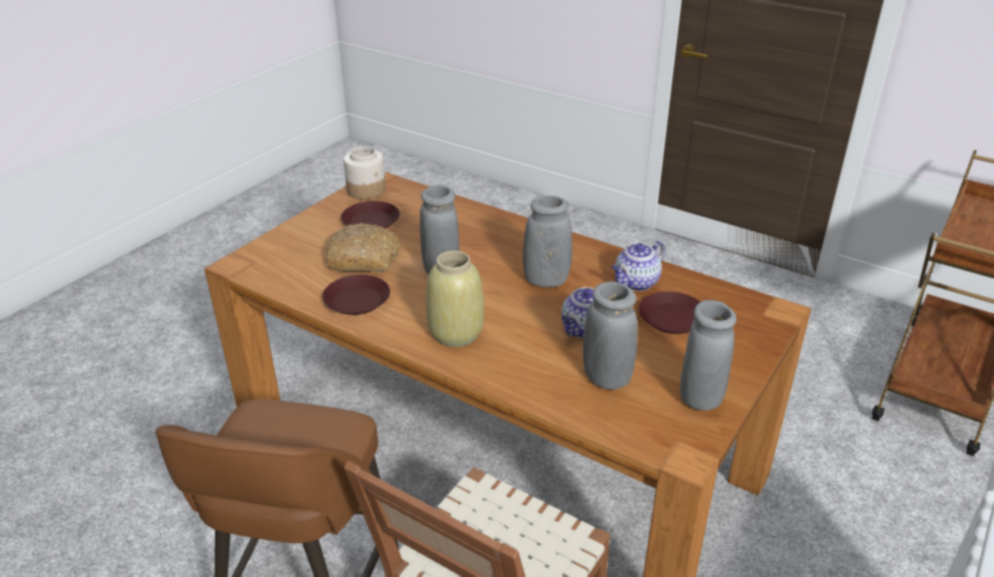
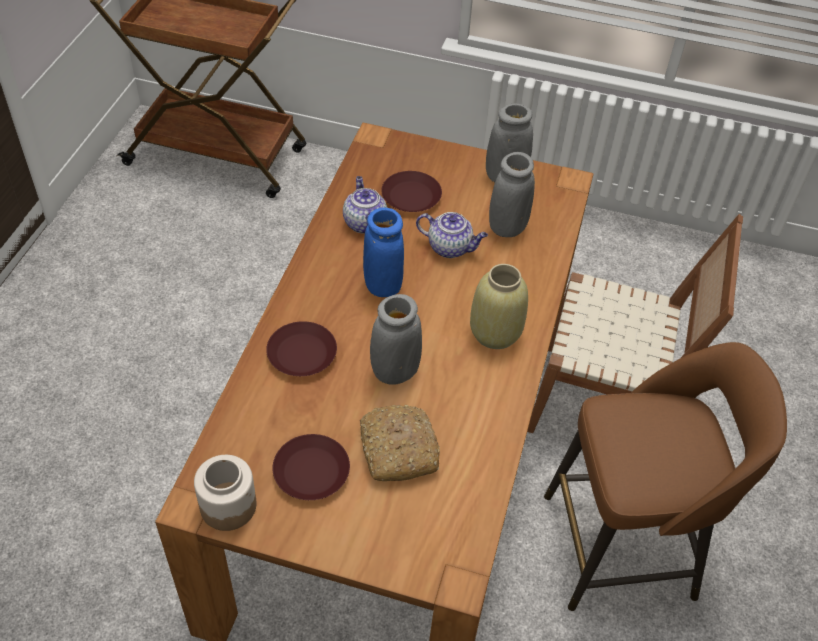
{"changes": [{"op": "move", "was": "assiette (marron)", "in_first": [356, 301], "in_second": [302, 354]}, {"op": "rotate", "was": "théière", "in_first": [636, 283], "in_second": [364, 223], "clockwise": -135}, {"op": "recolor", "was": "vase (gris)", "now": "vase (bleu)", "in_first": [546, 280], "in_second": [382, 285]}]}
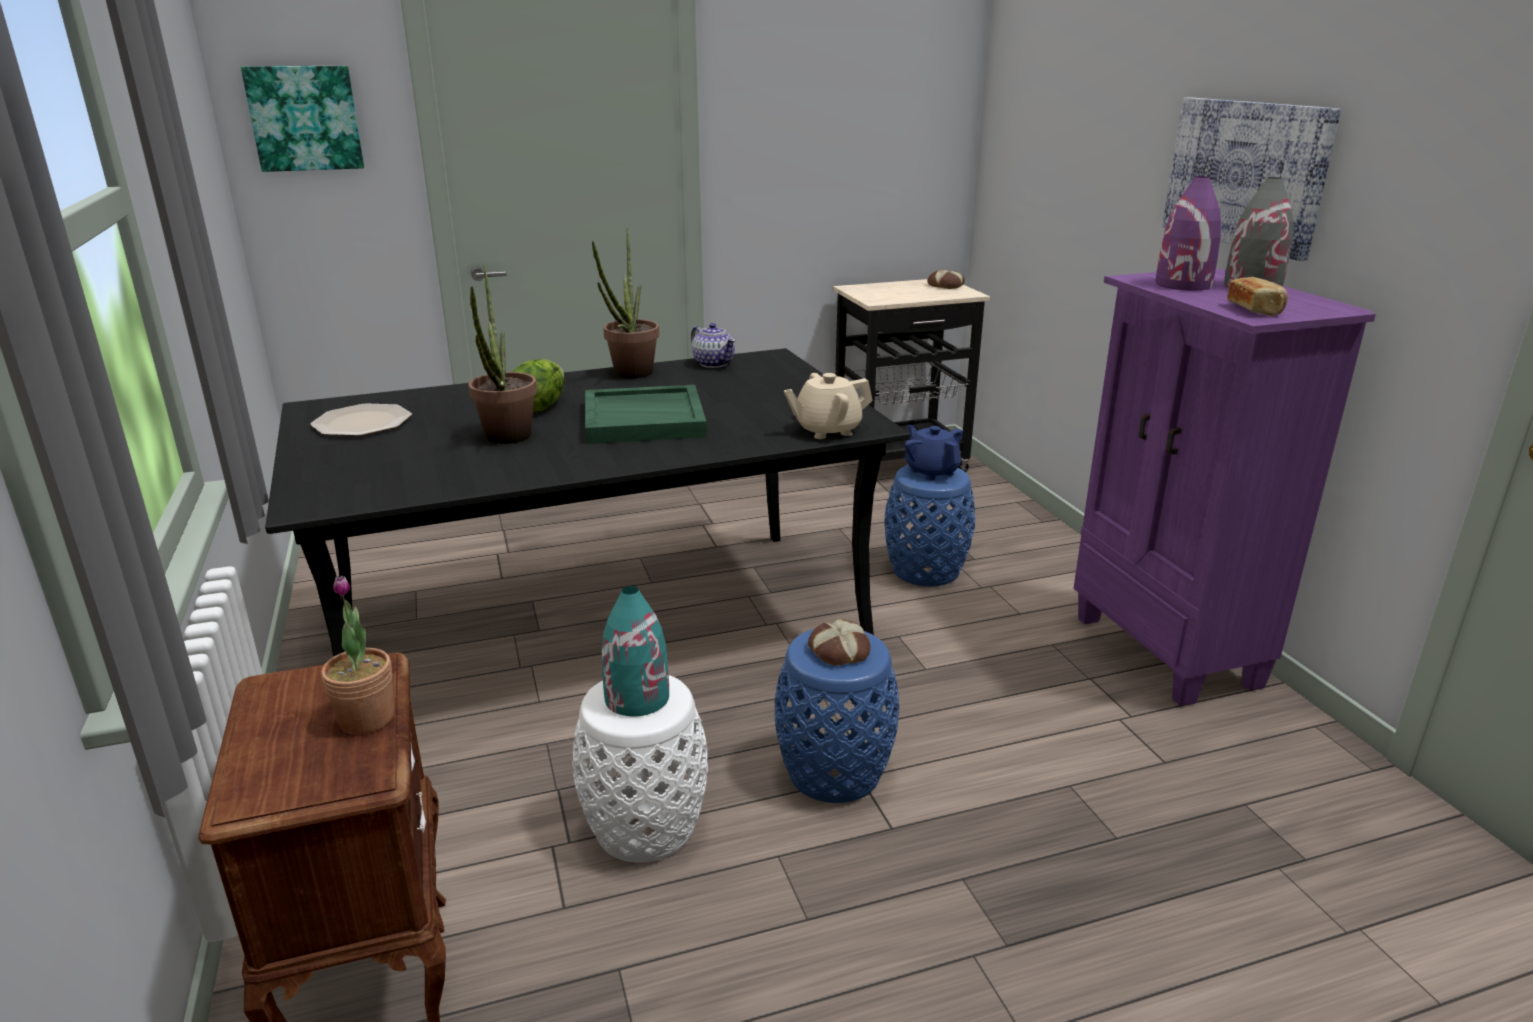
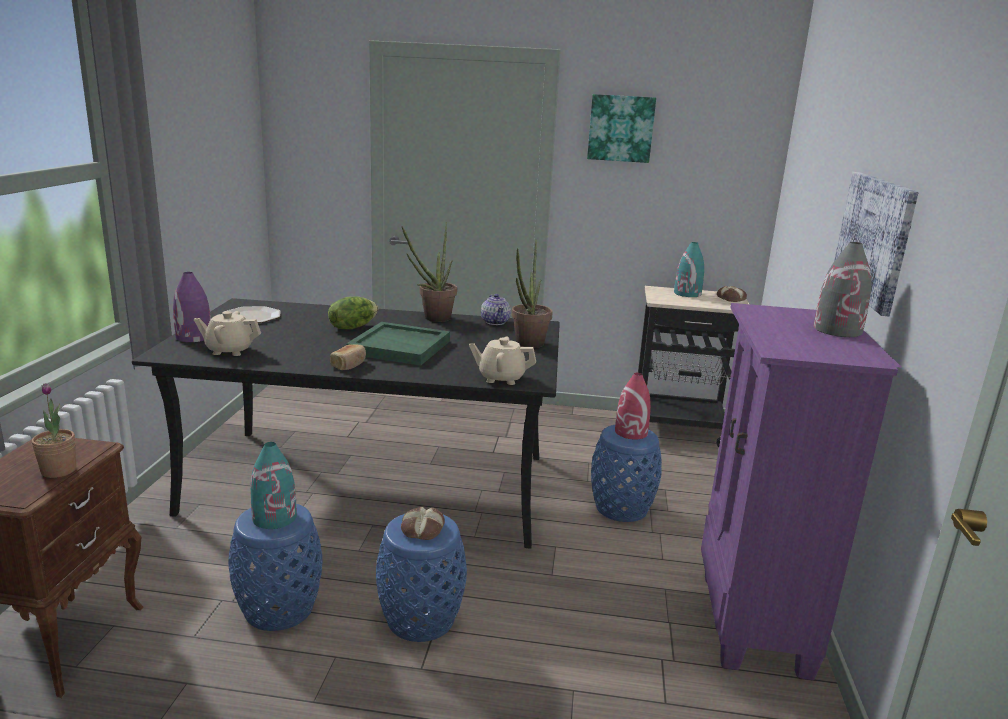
{"changes": [{"op": "move", "was": "vase (violet)", "in_first": [1183, 284], "in_second": [194, 337]}, {"op": "insert", "now": "théière (beige)", "in_second": [229, 350]}, {"op": "recolor", "was": "tabouret (blanc)", "now": "tabouret (bleu)", "in_first": [644, 827], "in_second": [279, 609]}, {"op": "move", "was": "pain", "in_first": [1255, 309], "in_second": [349, 364]}, {"op": "move", "was": "plante en pot", "in_first": [506, 440], "in_second": [527, 345]}, {"op": "move", "was": "tableau", "in_first": [305, 118], "in_second": [621, 128]}, {"op": "replace", "was": "théière (bleu)", "now": "vase (rouge)", "in_first": [931, 471], "in_second": [631, 432]}, {"op": "insert", "now": "vase (turquoise)", "in_second": [687, 294]}]}
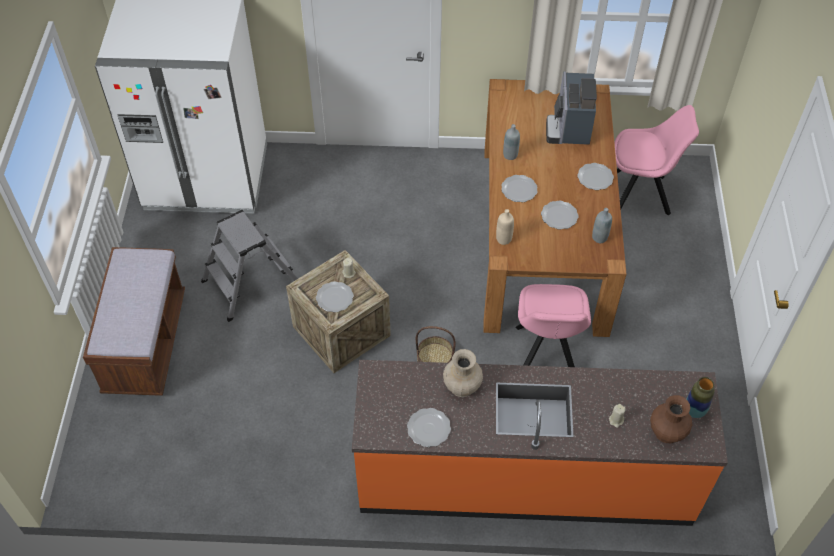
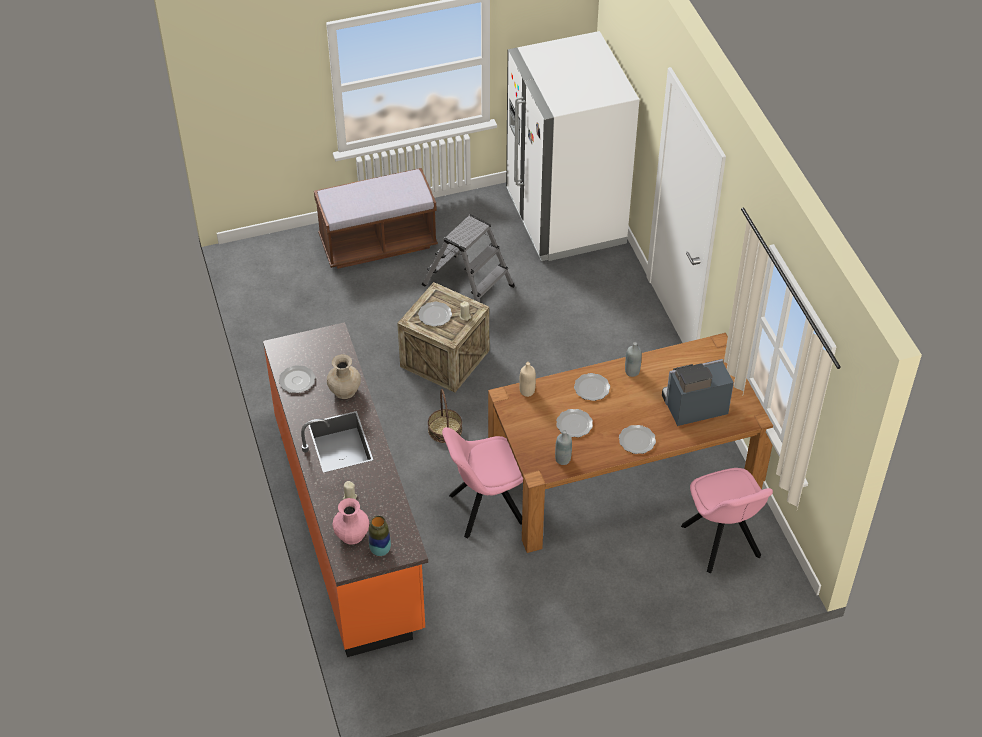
{"changes": [{"op": "recolor", "was": "vase (marron)", "now": "vase (rose)", "in_first": [666, 431], "in_second": [352, 534]}]}
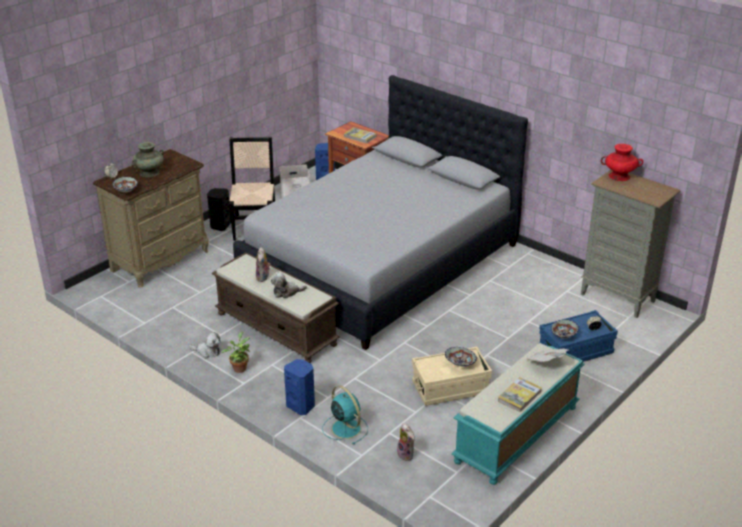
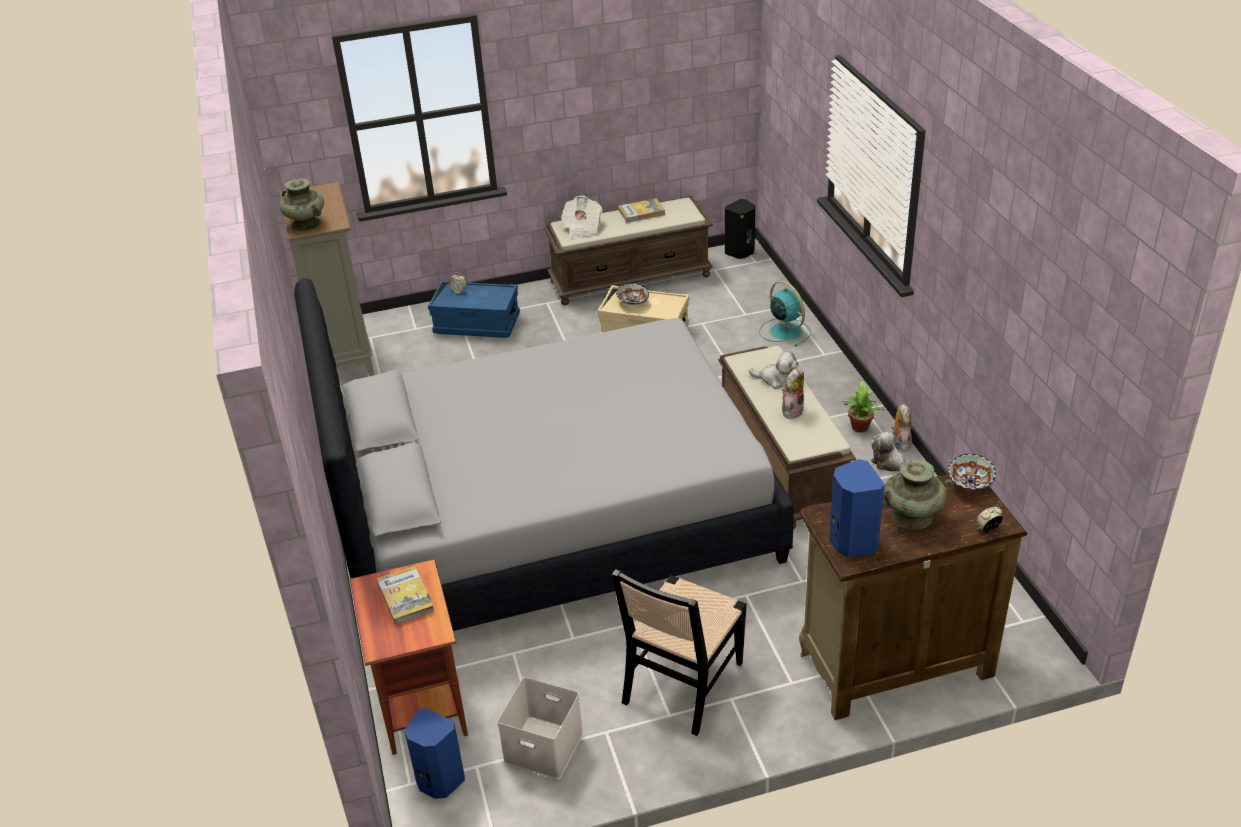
{"changes": [{"op": "recolor", "was": "vase (rouge)", "now": "vase (turquoise)", "in_first": [619, 176], "in_second": [305, 224]}, {"op": "recolor", "was": "banc (turquoise)", "now": "banc (marron)", "in_first": [517, 435], "in_second": [630, 278]}, {"op": "move", "was": "enceinte (noir)", "in_first": [220, 226], "in_second": [740, 252]}, {"op": "rotate", "was": "ventilateur (turquoise)", "in_first": [345, 428], "in_second": [784, 331], "clockwise": 150}, {"op": "move", "was": "enceinte (bleu)", "in_first": [301, 406], "in_second": [851, 542]}, {"op": "move", "was": "peluche", "in_first": [406, 454], "in_second": [899, 443]}, {"op": "delete", "was": "bol", "in_first": [564, 335]}]}
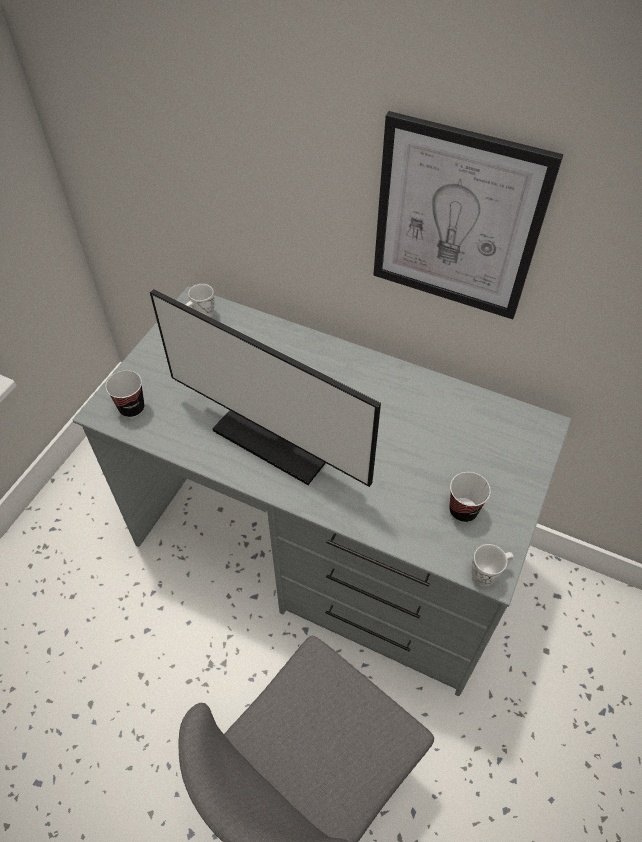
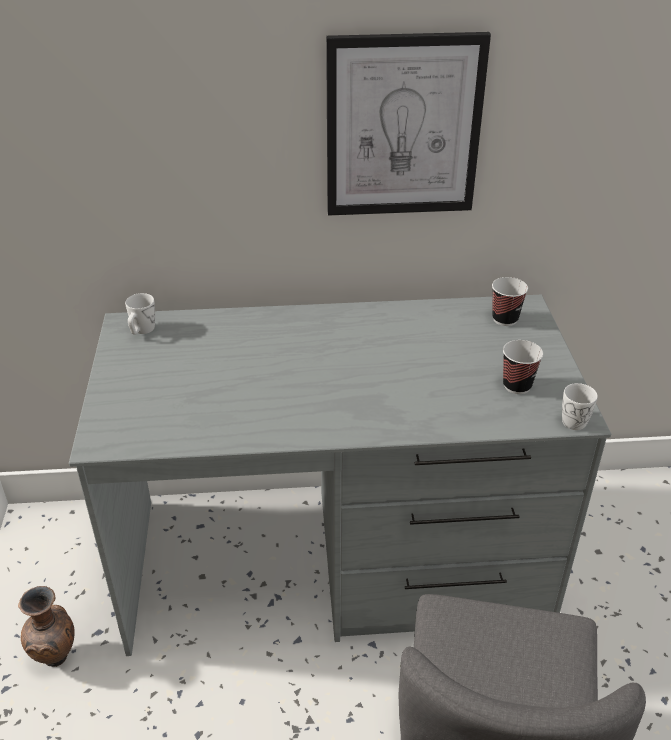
{"changes": [{"op": "insert", "now": "vase (marron)", "in_second": [57, 658]}, {"op": "move", "was": "tasse", "in_first": [132, 408], "in_second": [505, 319]}, {"op": "delete", "was": "écran d'ordinateur", "in_first": [275, 439]}]}
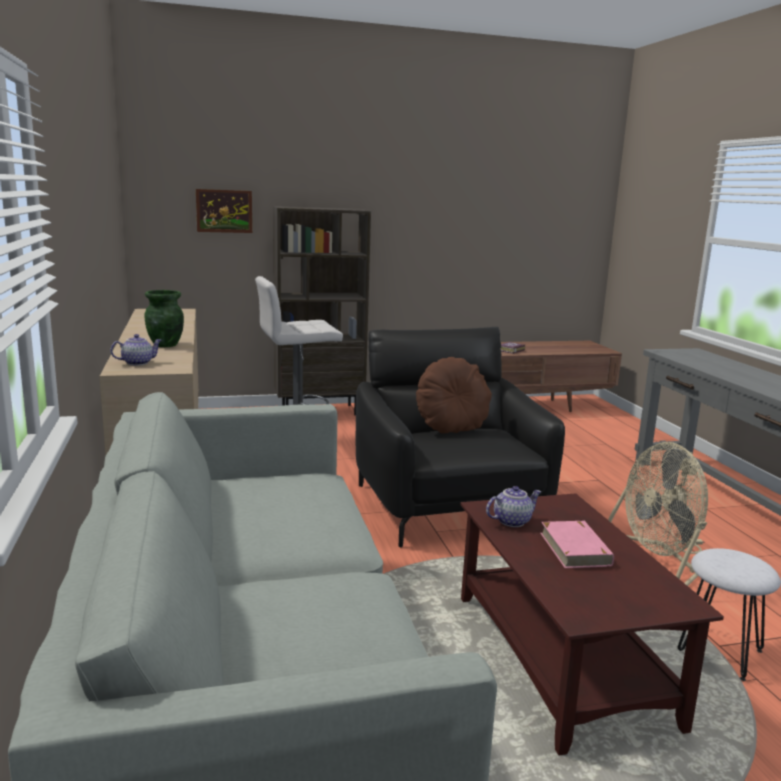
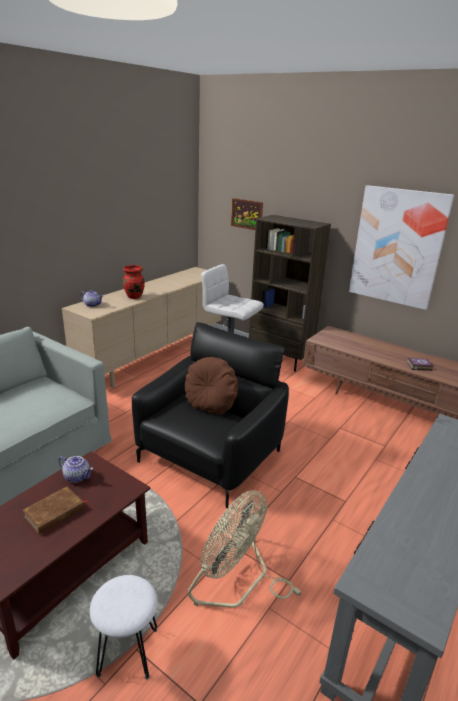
{"changes": [{"op": "recolor", "was": "livre (rose)", "now": "livre (marron)", "in_first": [575, 549], "in_second": [55, 512]}, {"op": "recolor", "was": "vase (vert)", "now": "vase (rouge)", "in_first": [166, 345], "in_second": [134, 297]}, {"op": "insert", "now": "tableau", "in_second": [397, 247]}]}
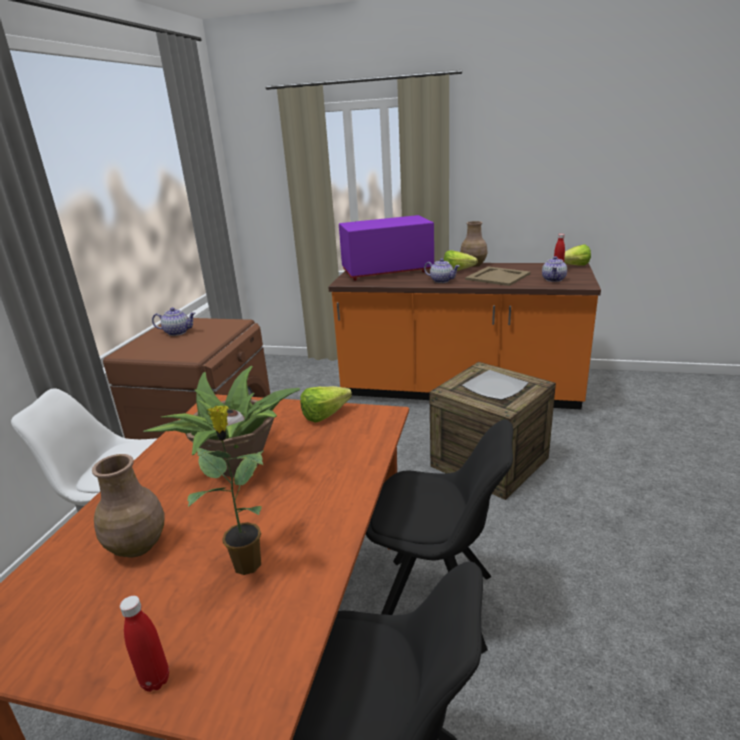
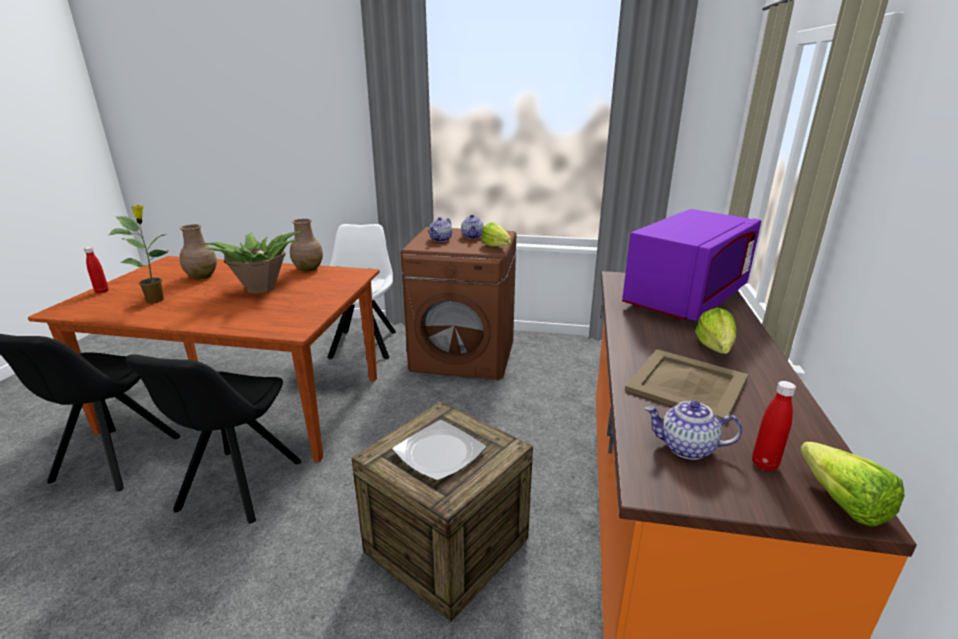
{"changes": [{"op": "move", "was": "vase (marron)", "in_first": [473, 265], "in_second": [308, 268]}, {"op": "move", "was": "théière", "in_first": [442, 280], "in_second": [441, 239]}, {"op": "move", "was": "laitue", "in_first": [329, 414], "in_second": [497, 248]}, {"op": "rotate", "was": "micro-ondes (violet)", "in_first": [387, 271], "in_second": [686, 298], "clockwise": 60}]}
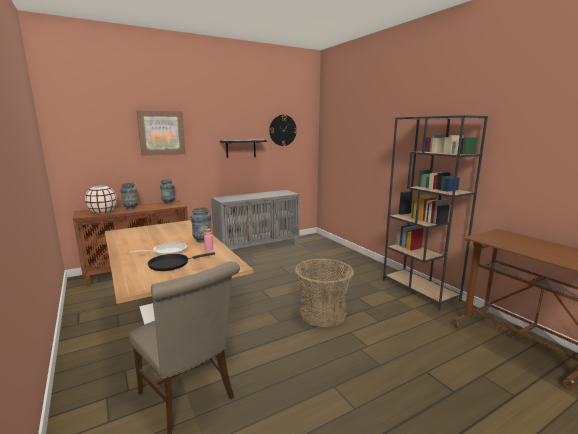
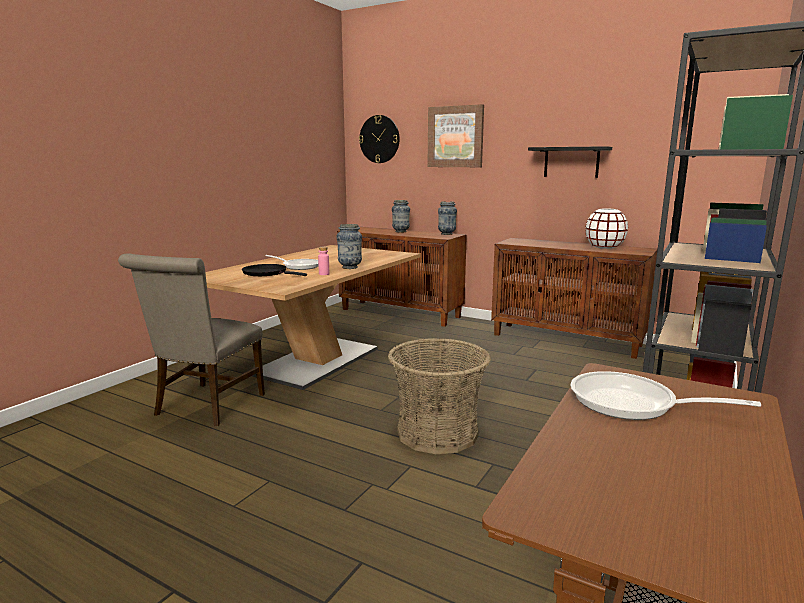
{"changes": [{"op": "move", "was": "horloge murale", "in_first": [282, 130], "in_second": [379, 139]}, {"op": "recolor", "was": "meuble de rangement (gris)", "now": "meuble de rangement (marron)", "in_first": [258, 248], "in_second": [567, 340]}, {"op": "insert", "now": "poêle", "in_second": [632, 404]}, {"op": "move", "was": "vase (blanc)", "in_first": [103, 212], "in_second": [604, 247]}]}
